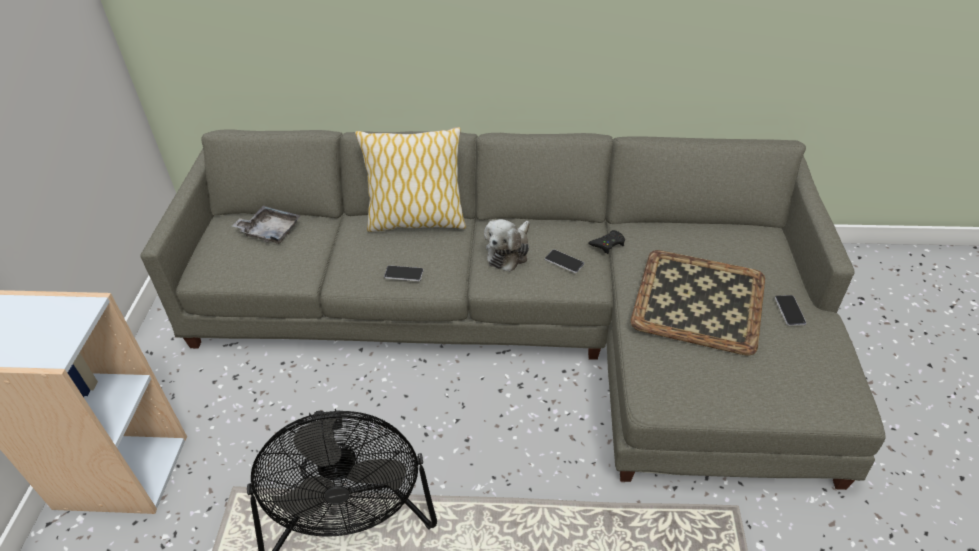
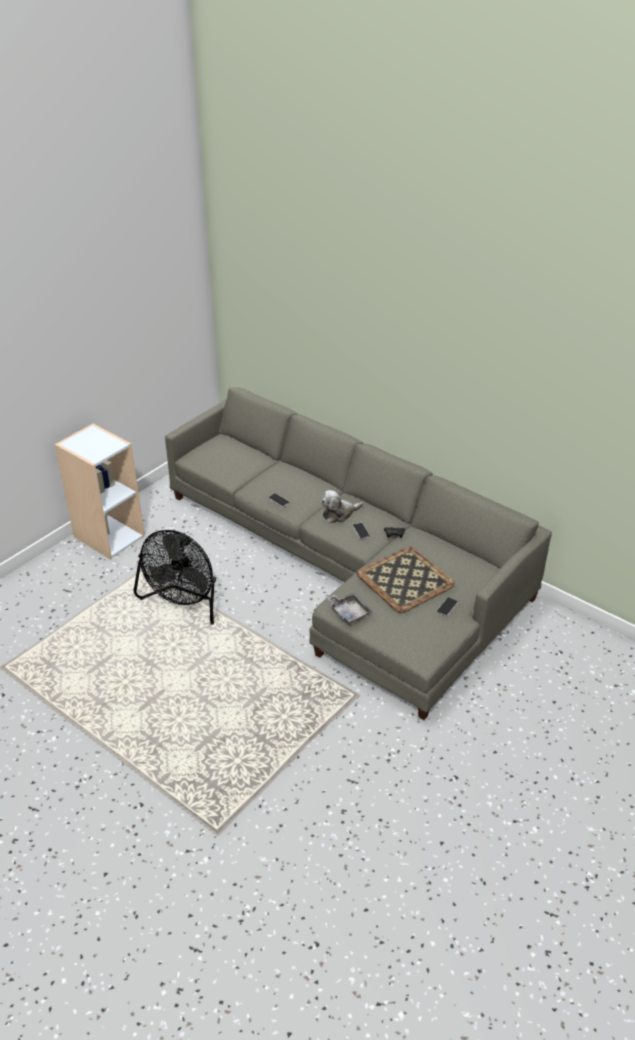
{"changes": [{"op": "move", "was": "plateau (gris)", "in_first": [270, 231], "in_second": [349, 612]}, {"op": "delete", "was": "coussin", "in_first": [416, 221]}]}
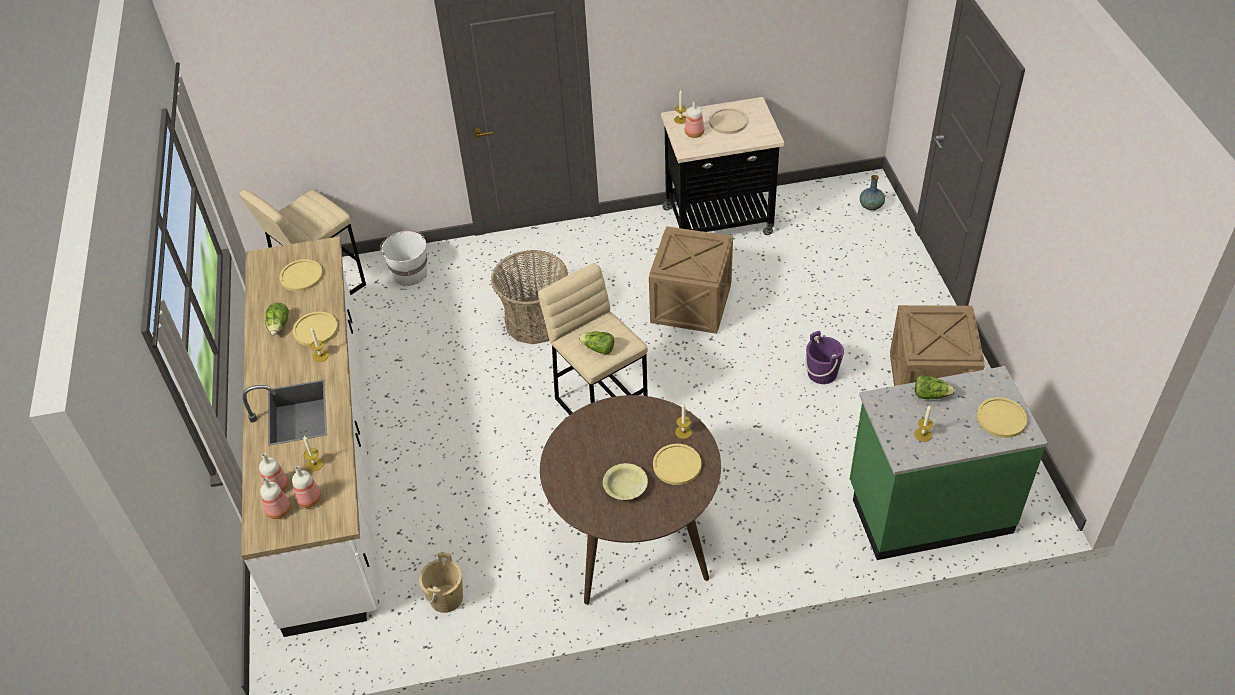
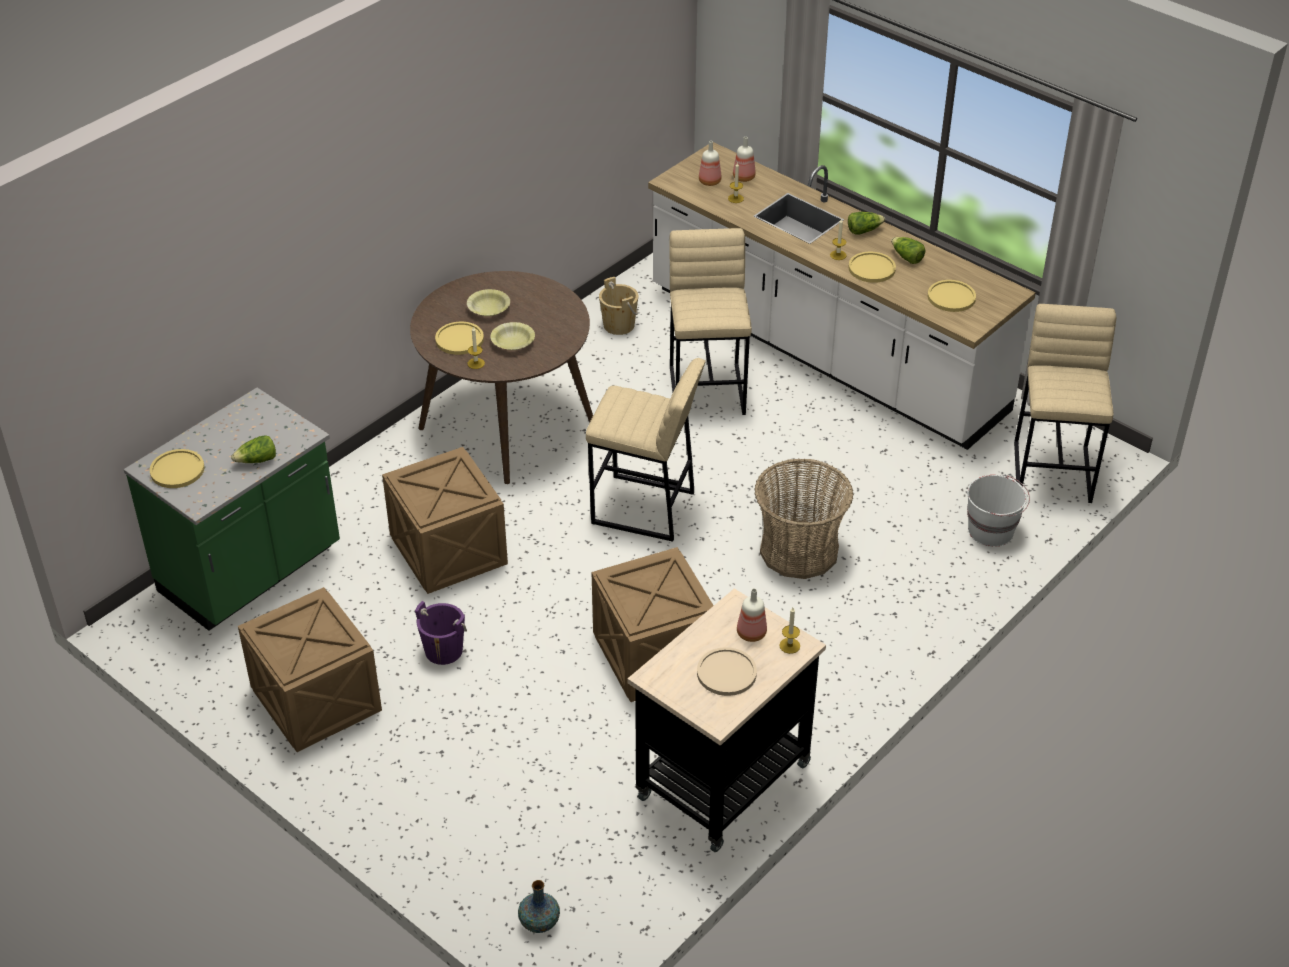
{"changes": [{"op": "insert", "now": "caisse", "in_second": [447, 550]}, {"op": "insert", "now": "bol (jaune)", "in_second": [513, 342]}, {"op": "insert", "now": "tabouret (beige)", "in_second": [707, 389]}, {"op": "move", "was": "laitue", "in_first": [598, 349], "in_second": [863, 230]}, {"op": "delete", "was": "bouteille", "in_first": [279, 510]}, {"op": "delete", "was": "bougie", "in_first": [923, 434]}]}
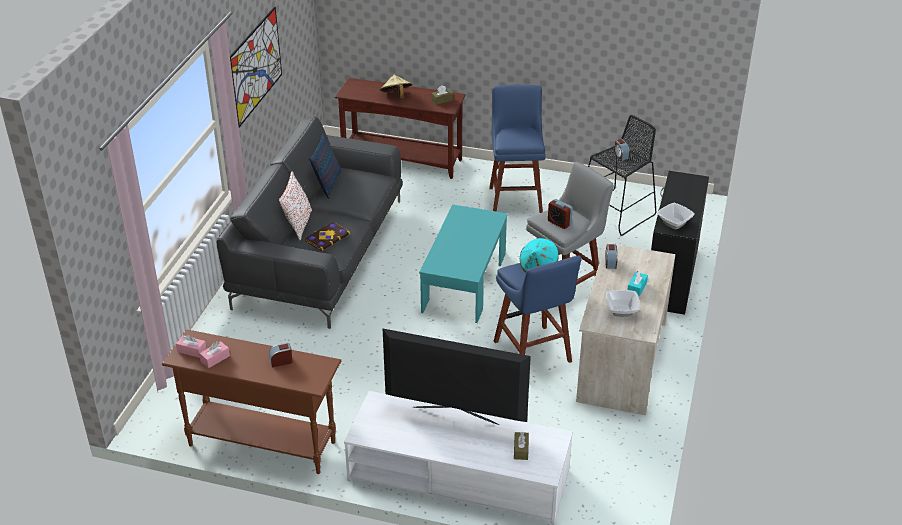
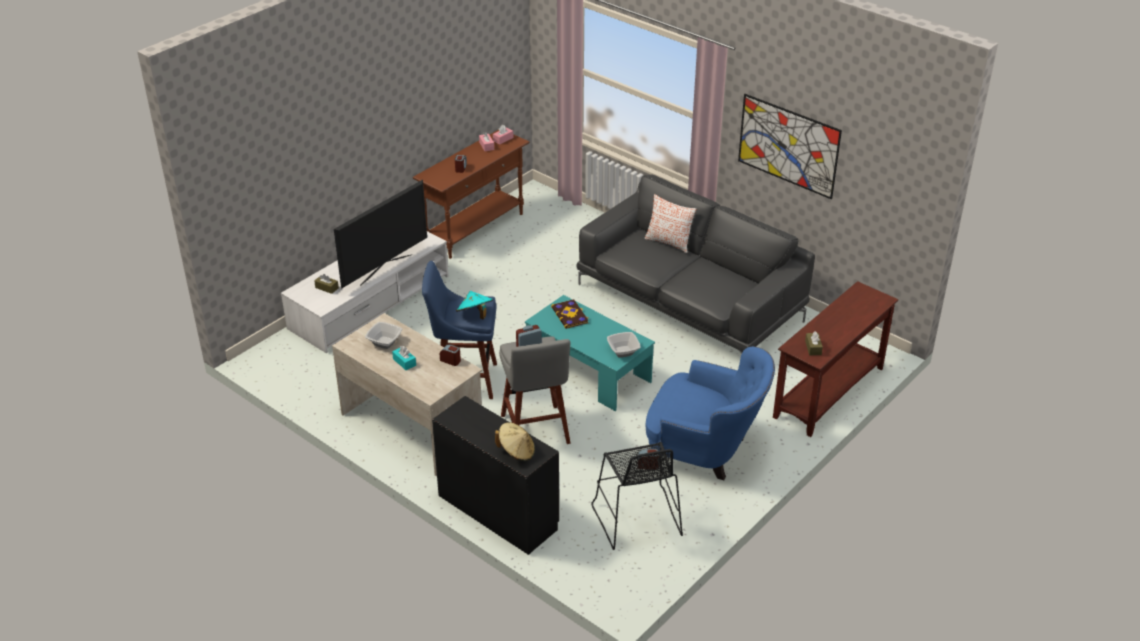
{"changes": [{"op": "move", "was": "chapeau (beige)", "in_first": [396, 96], "in_second": [516, 451]}, {"op": "move", "was": "livre", "in_first": [327, 237], "in_second": [570, 315]}, {"op": "move", "was": "bol", "in_first": [675, 223], "in_second": [622, 351]}, {"op": "replace", "was": "tabouret (bleu)", "now": "fauteuil (bleu)", "in_first": [516, 200], "in_second": [705, 450]}, {"op": "delete", "was": "coussin (bleu)", "in_first": [328, 185]}]}
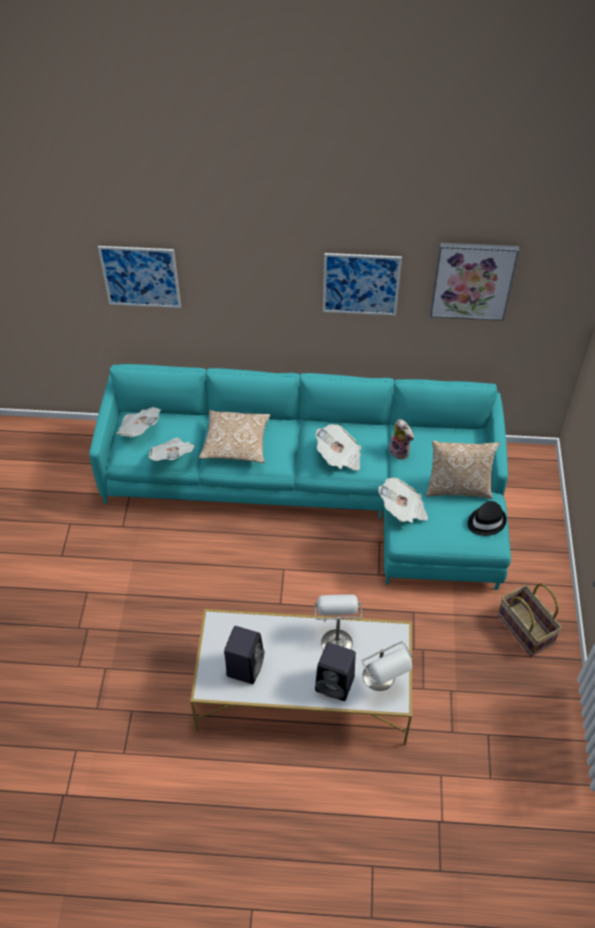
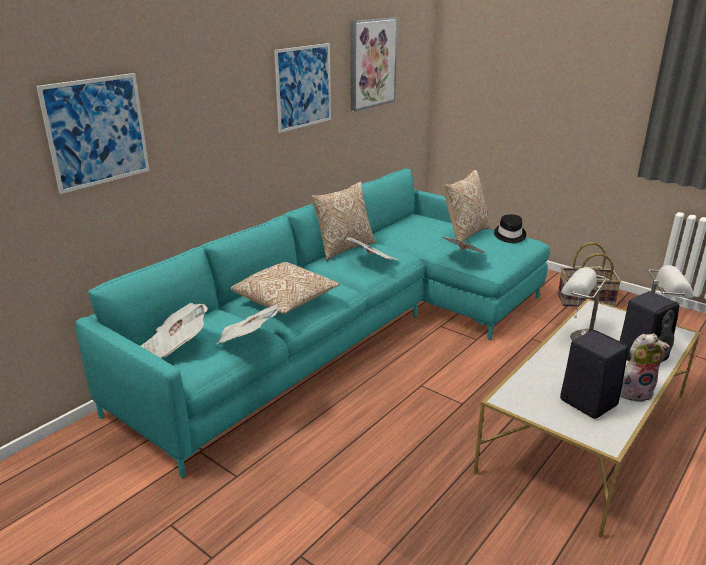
{"changes": [{"op": "insert", "now": "coussin", "in_second": [343, 248]}, {"op": "move", "was": "peluche", "in_first": [400, 451], "in_second": [635, 392]}]}
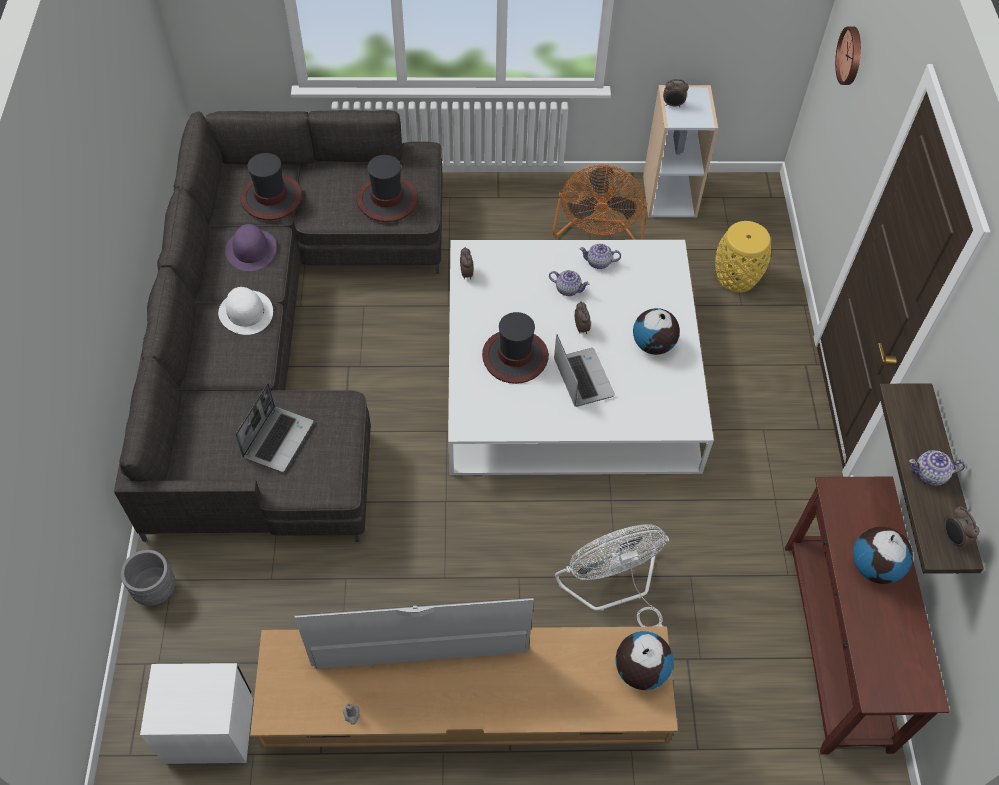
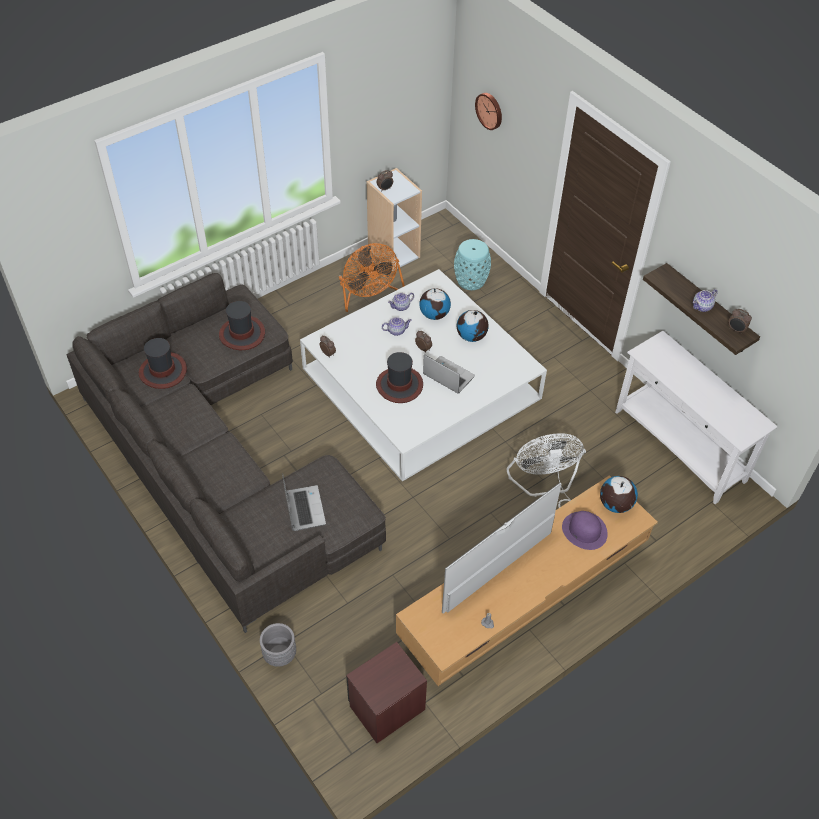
{"changes": [{"op": "recolor", "was": "table de chevet (blanc)", "now": "table de chevet (marron)", "in_first": [209, 729], "in_second": [387, 707]}, {"op": "move", "was": "globe", "in_first": [874, 566], "in_second": [434, 314]}, {"op": "recolor", "was": "tabouret (jaune)", "now": "tabouret (turquoise)", "in_first": [736, 277], "in_second": [471, 281]}, {"op": "rotate", "was": "ventilateur (blanc)", "in_first": [618, 588], "in_second": [549, 485], "clockwise": 45}, {"op": "move", "was": "chapeau (violet)", "in_first": [251, 250], "in_second": [584, 530]}, {"op": "recolor", "was": "table console (marron)", "now": "table console (blanc)", "in_first": [837, 646], "in_second": [680, 446]}, {"op": "delete", "was": "chapeau (blanc)", "in_first": [246, 312]}]}
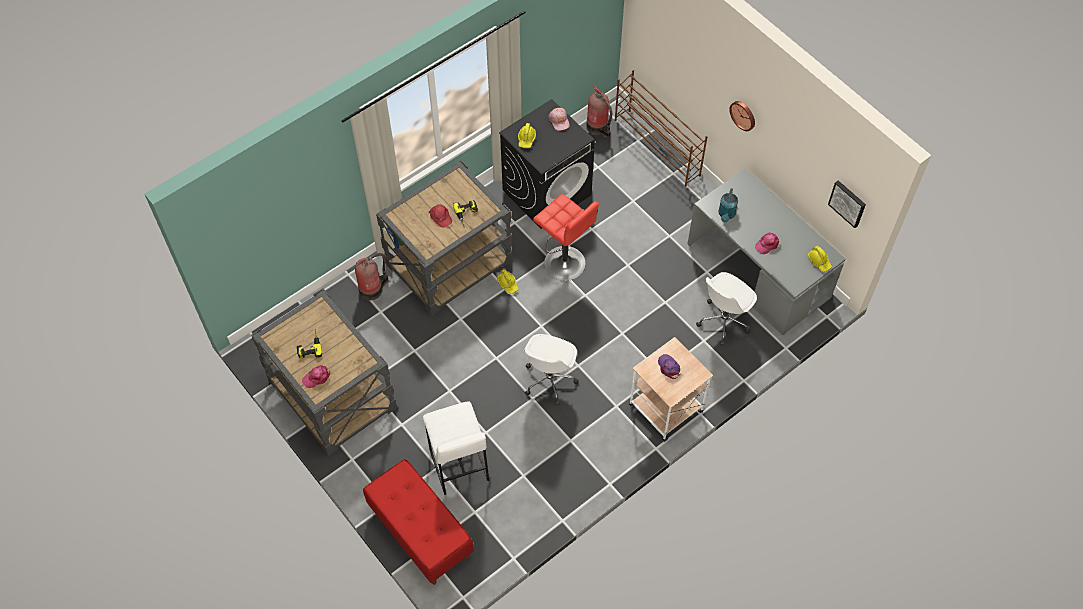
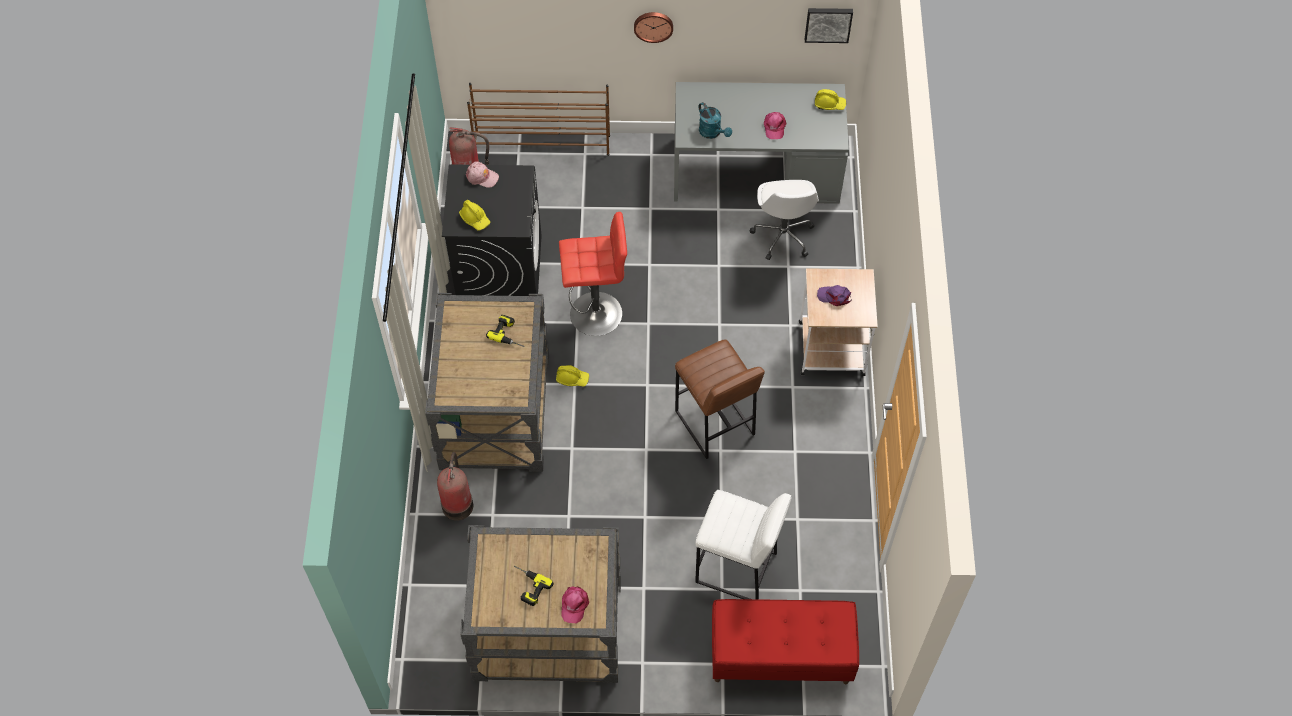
{"changes": [{"op": "replace", "was": "chaise de bureau (blanc)", "now": "tabouret (marron)", "in_first": [548, 382], "in_second": [715, 423]}, {"op": "delete", "was": "casquette (rouge)", "in_first": [440, 217]}]}
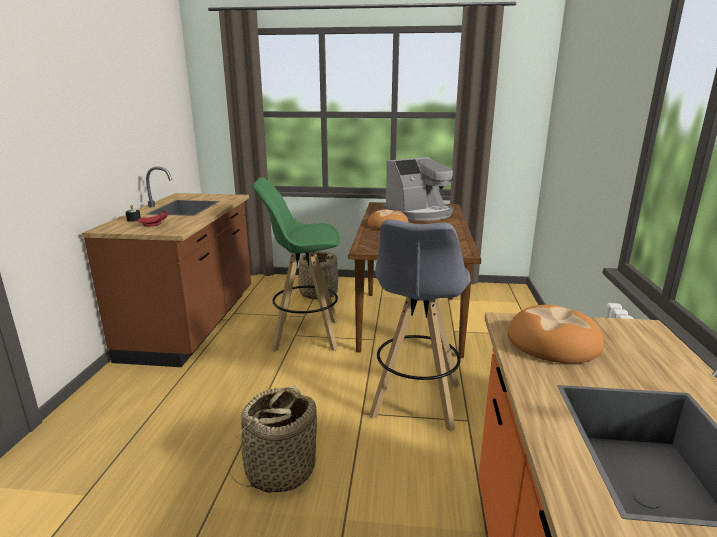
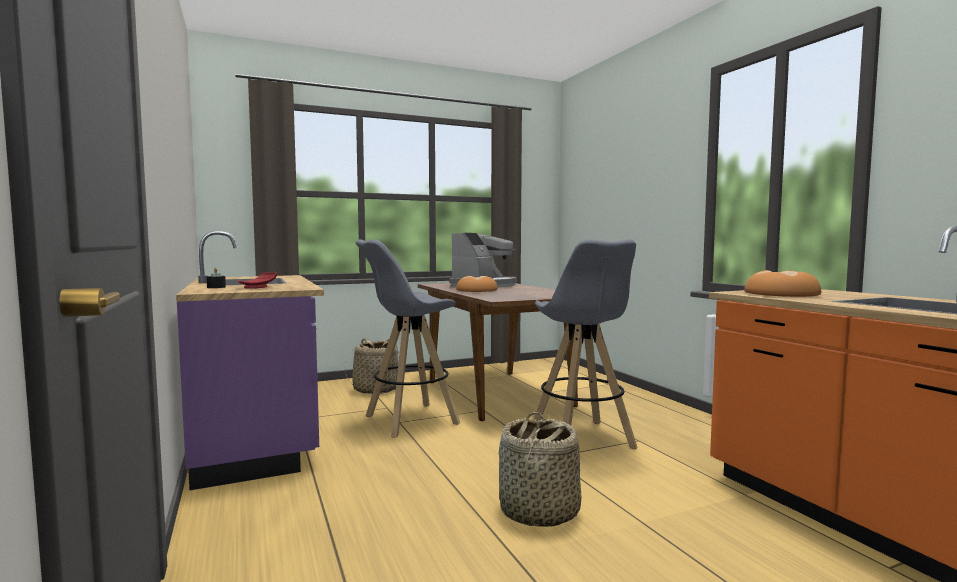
{"changes": [{"op": "recolor", "was": "comptoir de cuisine (marron)", "now": "comptoir de cuisine (violet)", "in_first": [193, 324], "in_second": [258, 437]}, {"op": "recolor", "was": "tabouret (vert)", "now": "tabouret (gris)", "in_first": [304, 335], "in_second": [408, 420]}]}
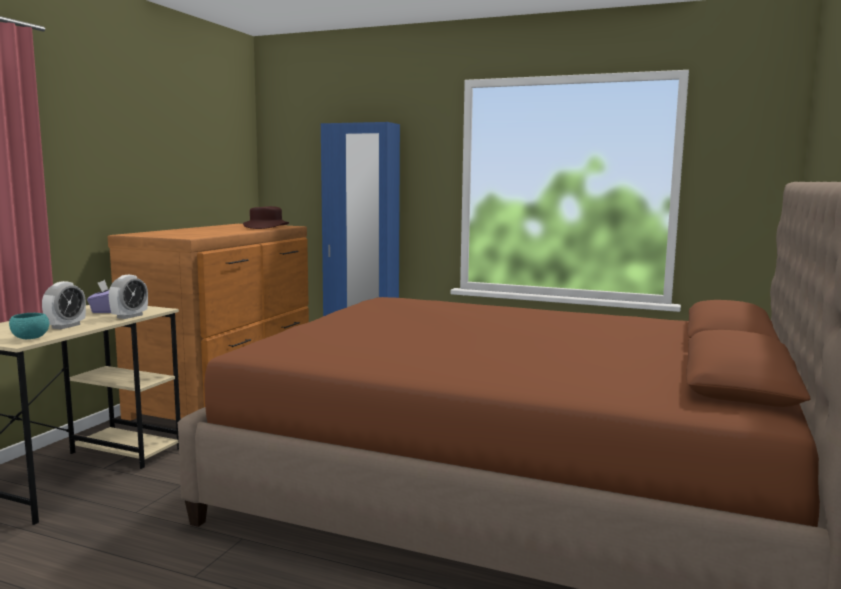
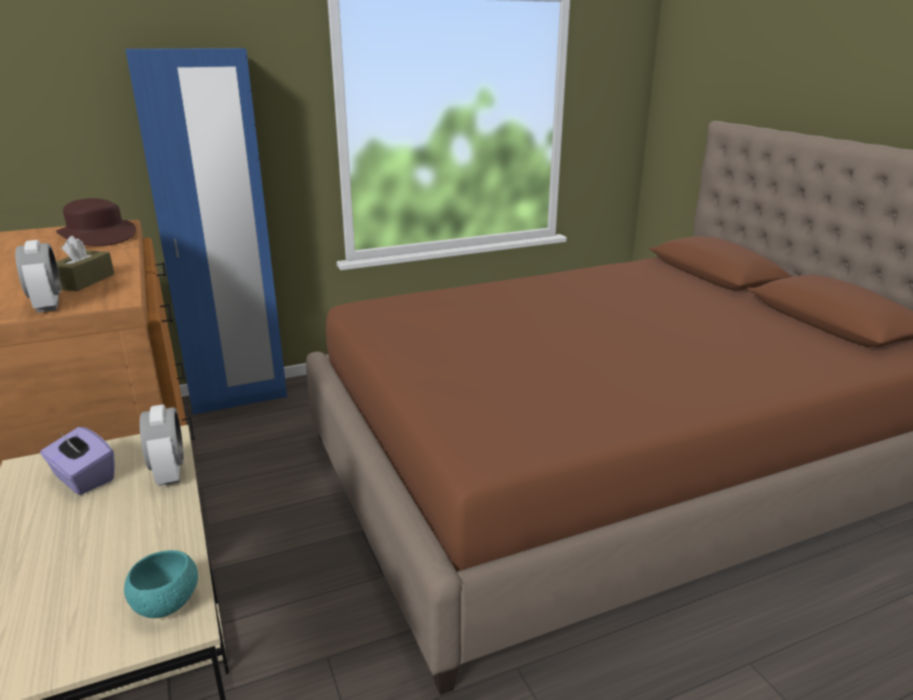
{"changes": [{"op": "move", "was": "réveil", "in_first": [66, 326], "in_second": [47, 305]}, {"op": "insert", "now": "boîte à mouchoirs (marron)", "in_second": [84, 281]}]}
